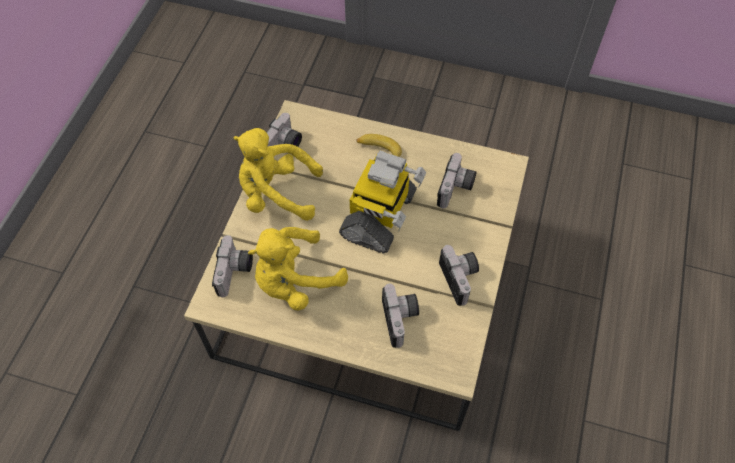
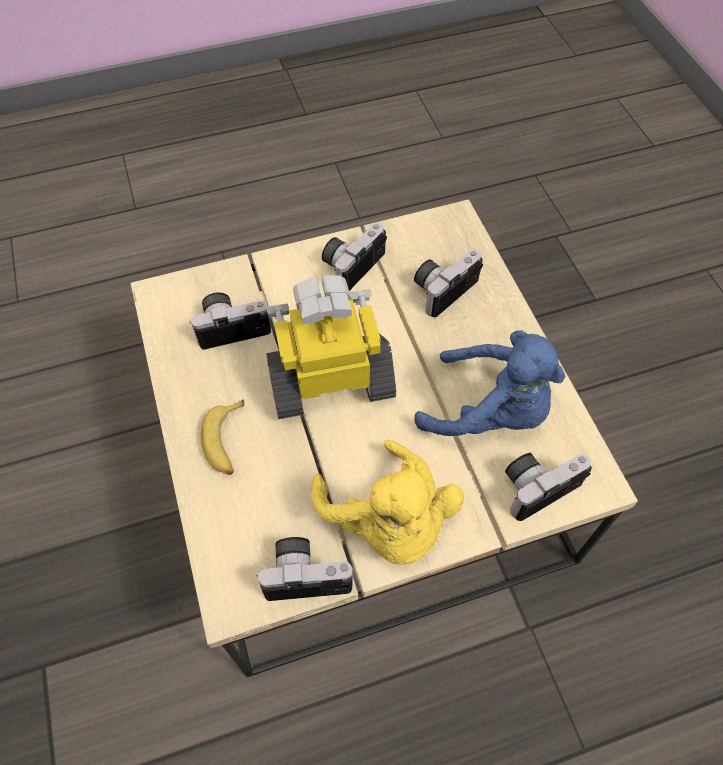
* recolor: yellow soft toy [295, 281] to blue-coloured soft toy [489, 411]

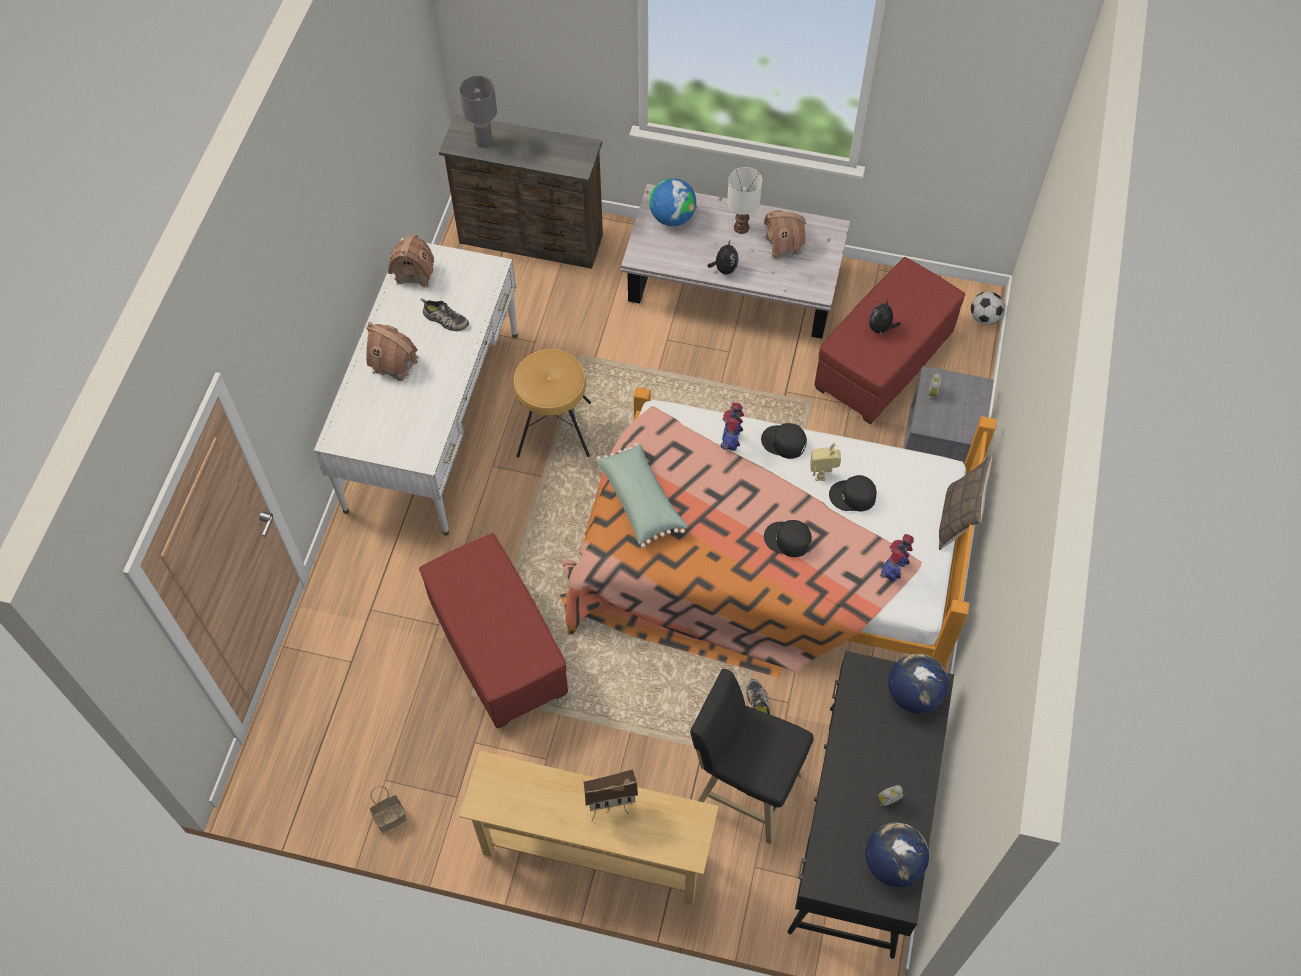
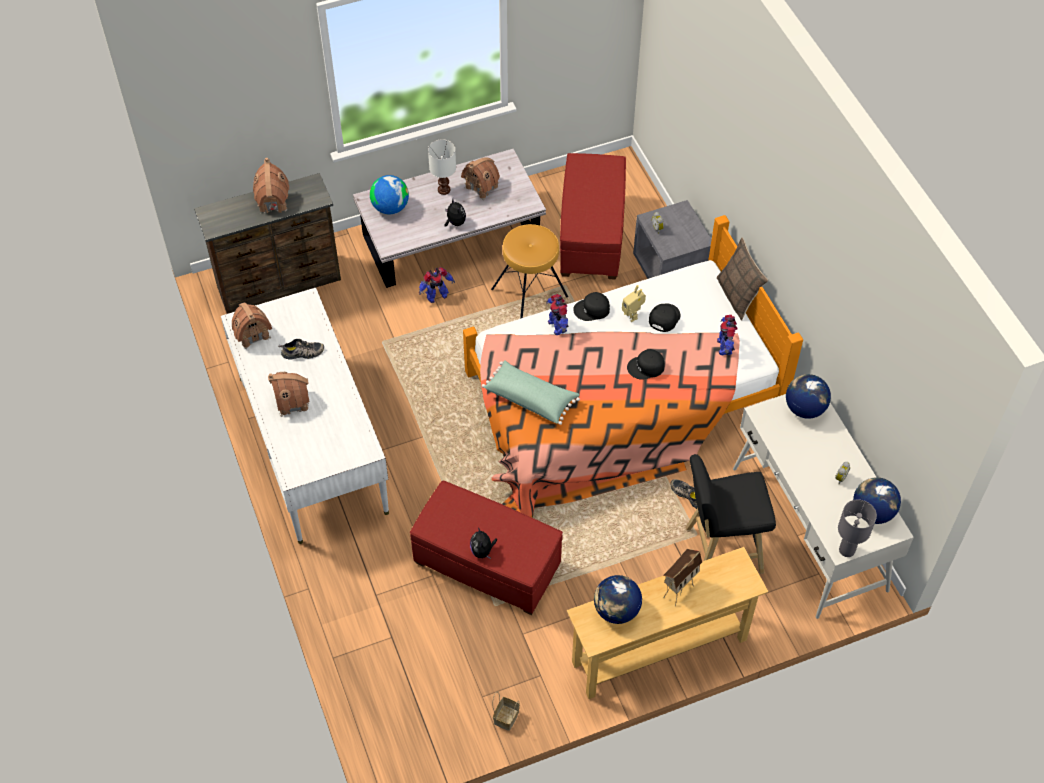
* insert: miniature house [272, 201]
* insert: toy robot [436, 295]
* move: soft toy [880, 328] to [482, 551]
* move: brown-coloured stool [554, 430] to [530, 293]
* insert: globe [616, 610]
* rotate: blackish baseball cap [853, 496] = [663, 318] 150 degrees clockwise
* recolor: blackish desk table [860, 828] to white desk table [808, 528]
* move: gray lamp for a table [484, 141] to [846, 549]
* delete: ball for football [984, 318]

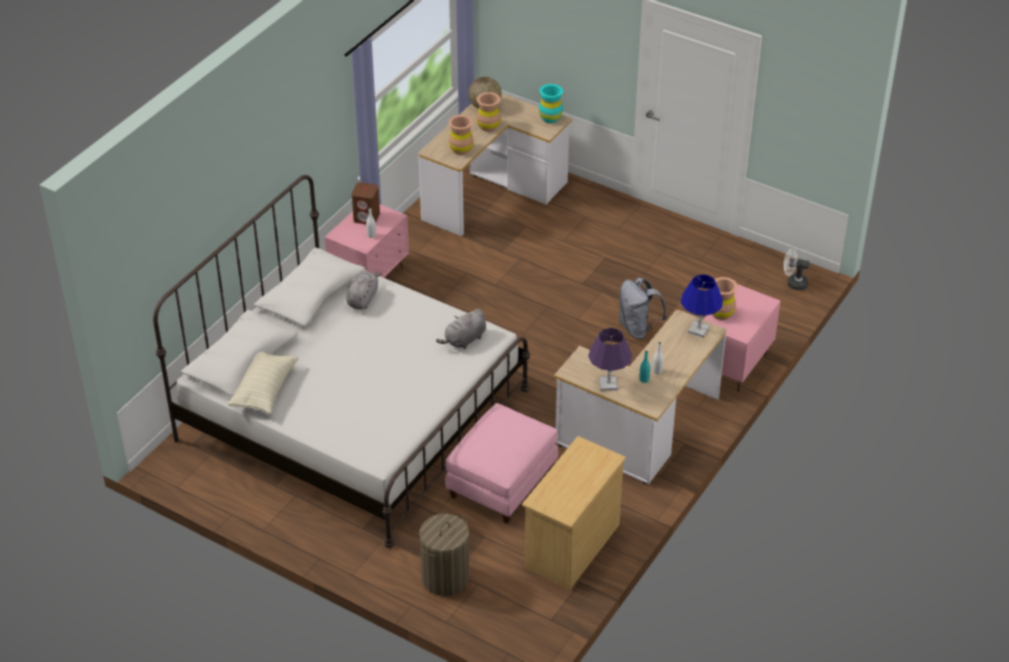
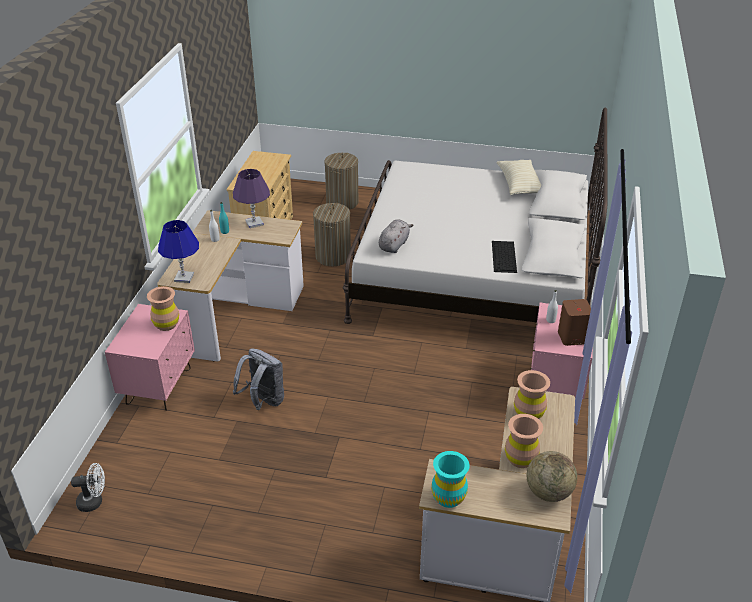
* replace: pink-coloured footrest [501, 482] to washing basket [333, 256]
* replace: gray soft toy [363, 298] to keyboard [504, 257]

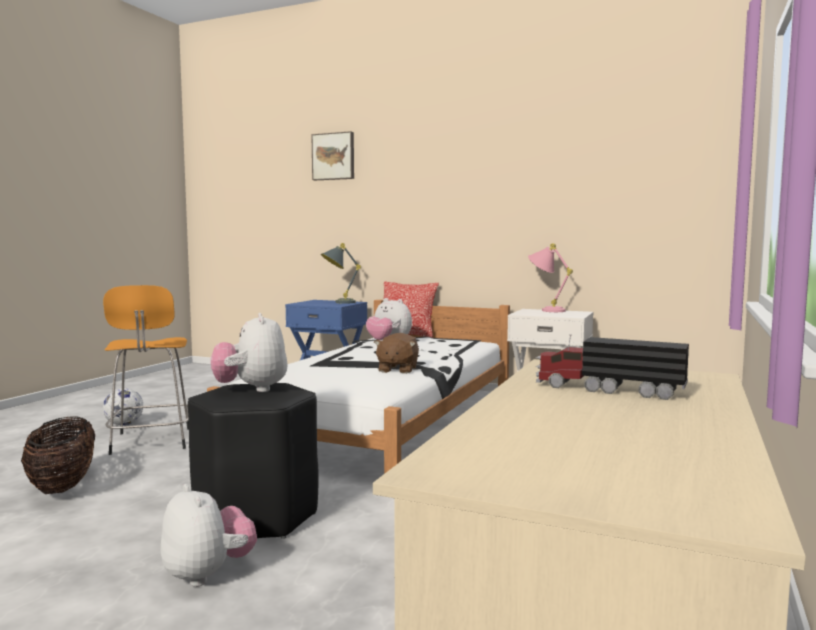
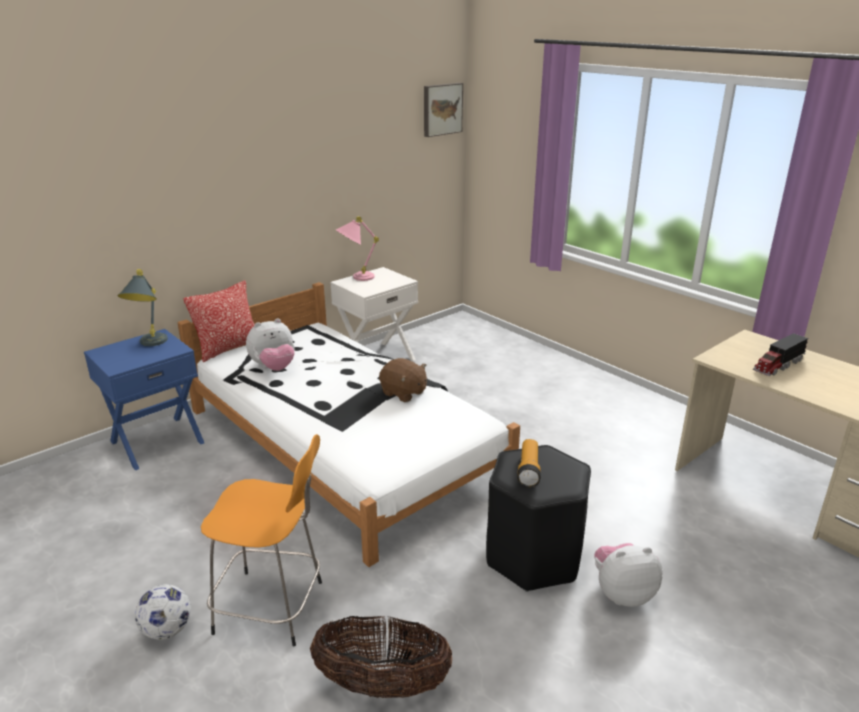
* move: picture [334, 156] to [441, 109]
* replace: soft toy [251, 389] to hand torch [528, 470]

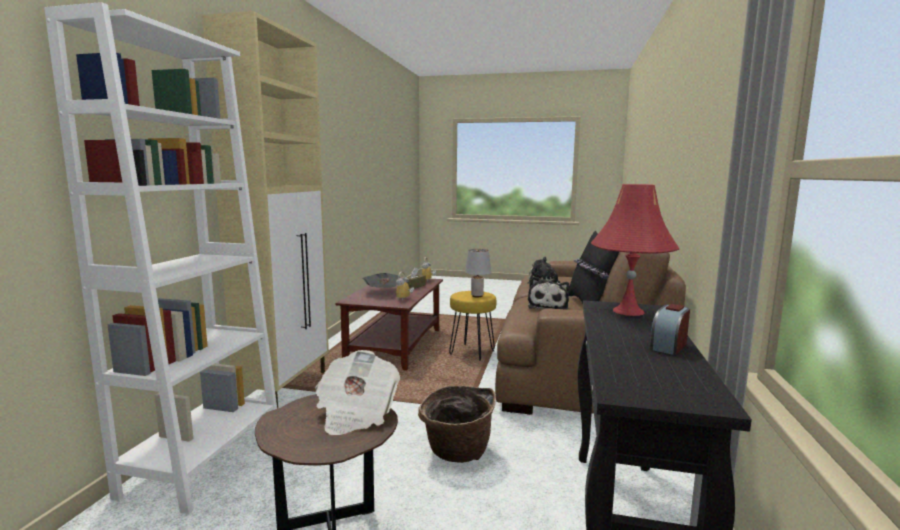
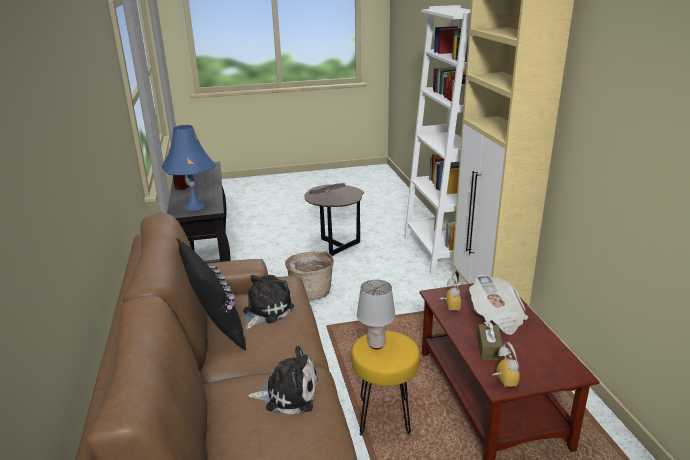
* recolor: reddish lamp for a table [628, 311] to blue-coloured lamp for a table [194, 206]
* rotate: soft toy [548, 306] = [265, 311] 45 degrees clockwise

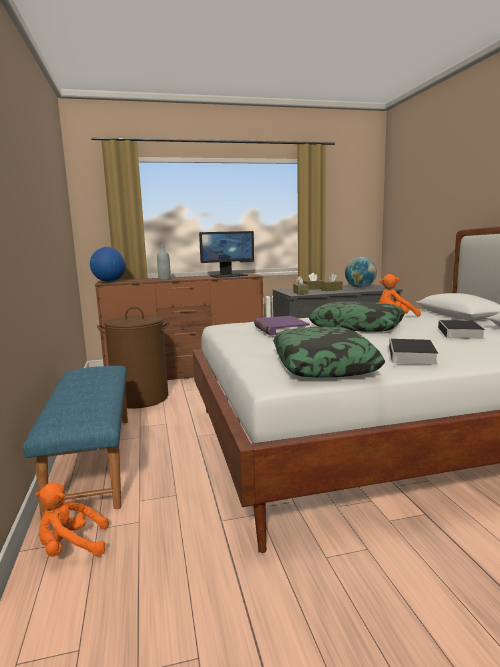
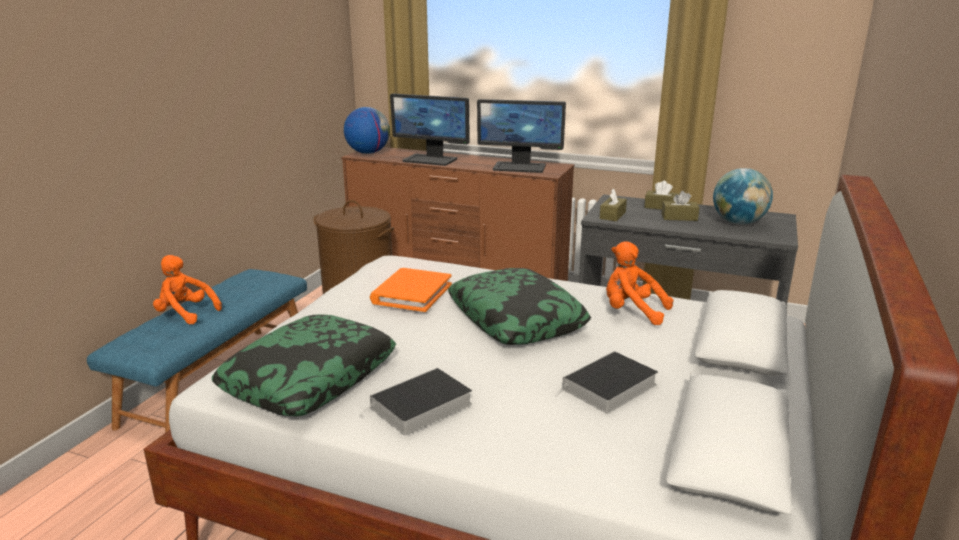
* move: orangey soft toy [71, 548] to [185, 314]
* recolor: purple volume [280, 329] to orangey volume [412, 293]
* replace: gray bottle [164, 279] to monitor [431, 160]

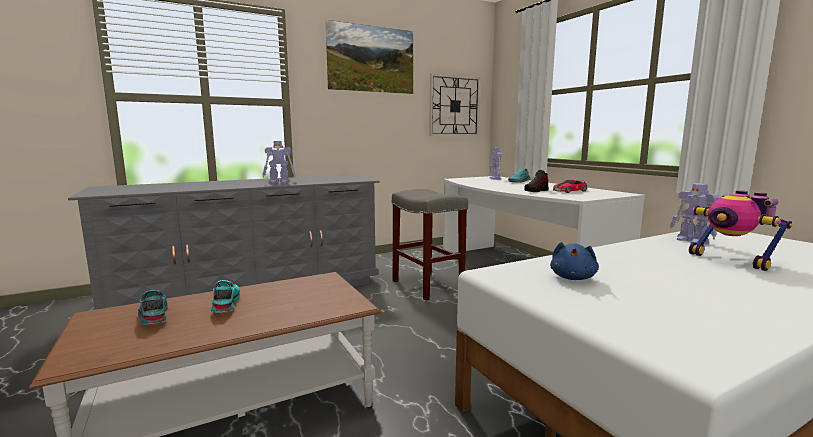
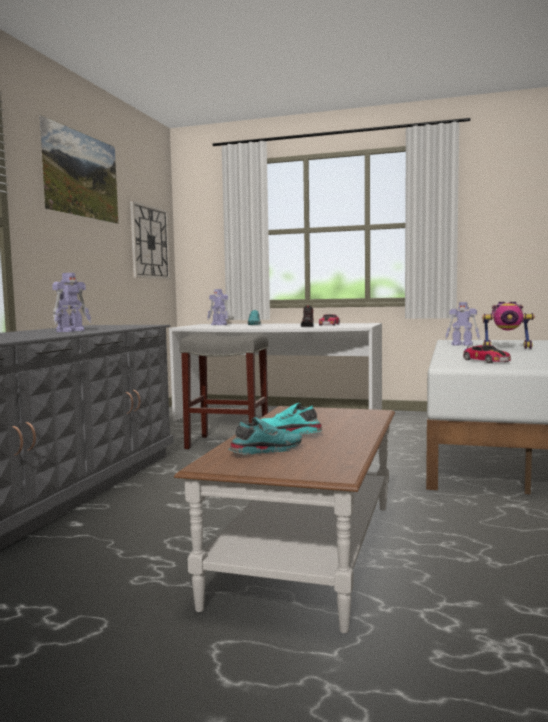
* rotate: turquoise-coloured shoe [153, 316] = [265, 450] 135 degrees clockwise
* replace: blue-coloured soft toy [573, 278] to model car [486, 361]

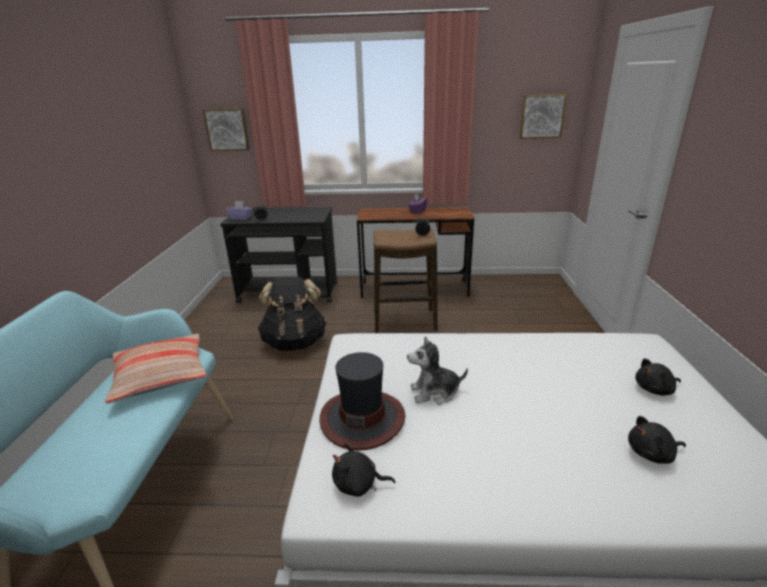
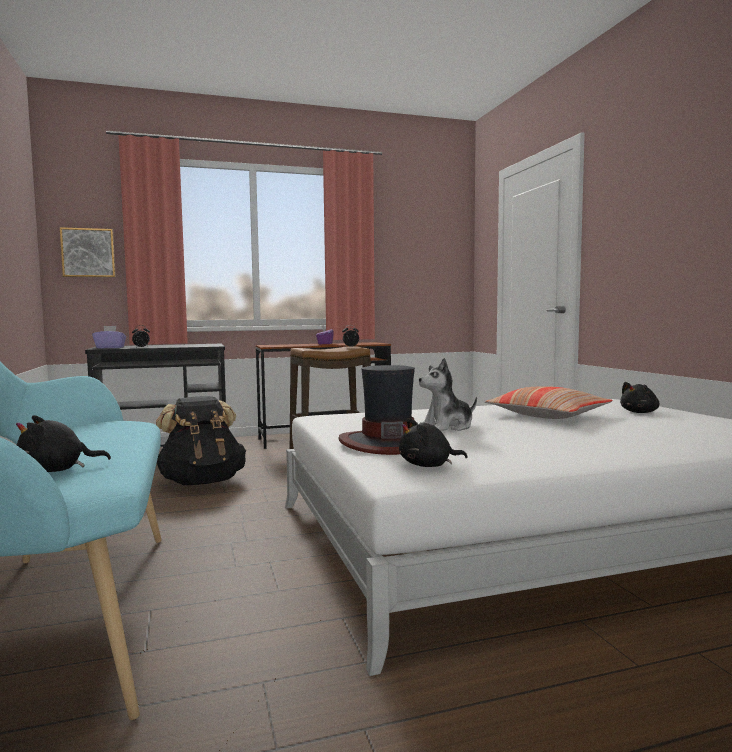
* move: blackish soft toy [652, 454] to [57, 470]
* move: cushion [160, 375] to [548, 415]
* delete: picture [541, 116]

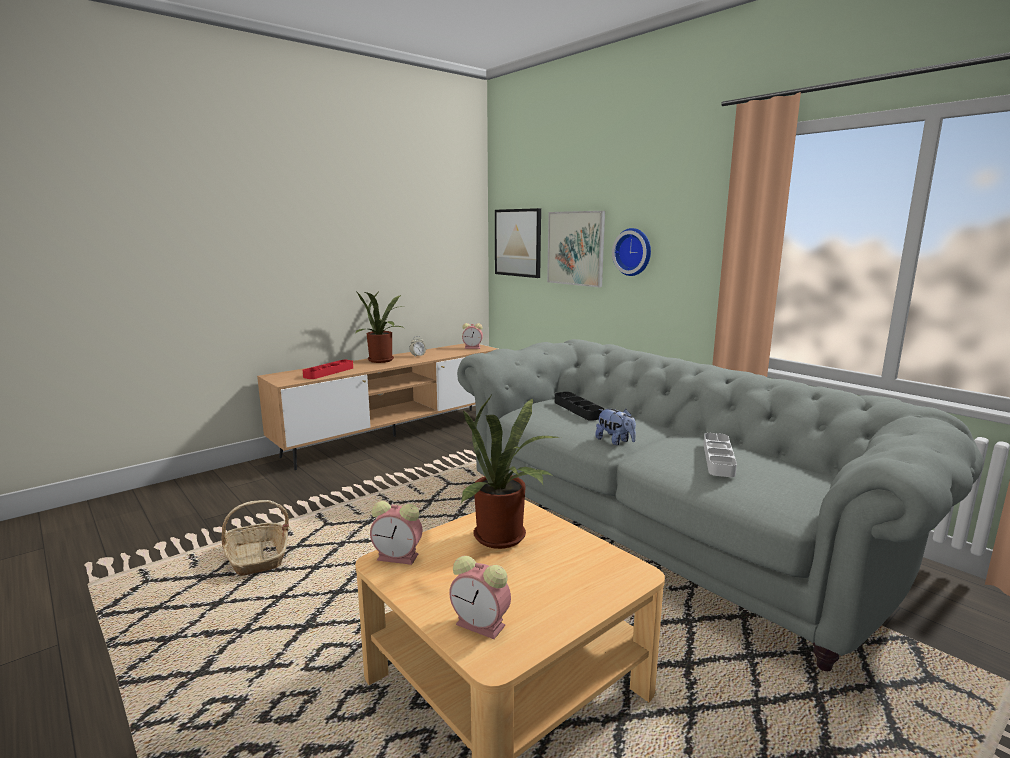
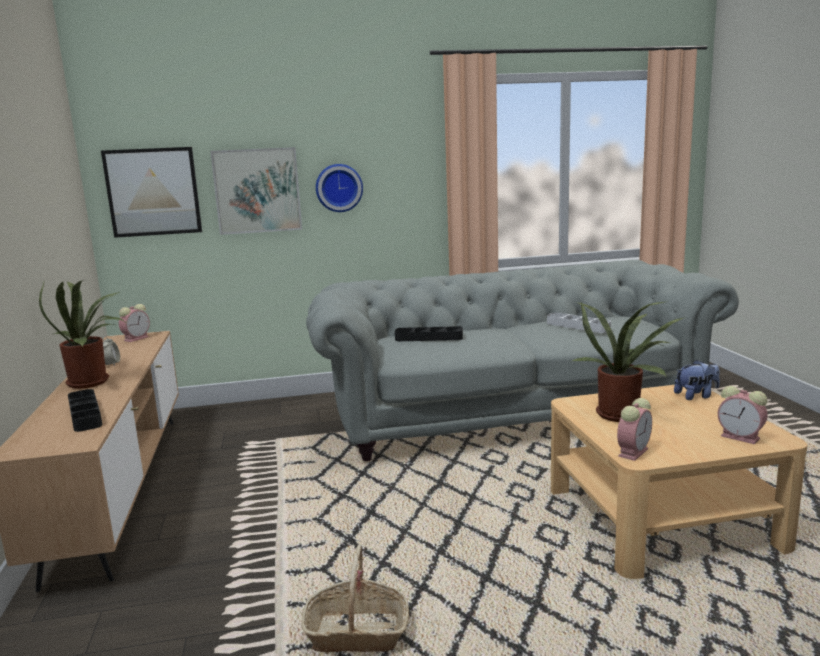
* recolor: reddish tray [329, 372] to blackish tray [85, 414]
* move: soft toy [615, 441] to [696, 396]
* rotate: bedside clock [482, 625] = [742, 437] 75 degrees clockwise

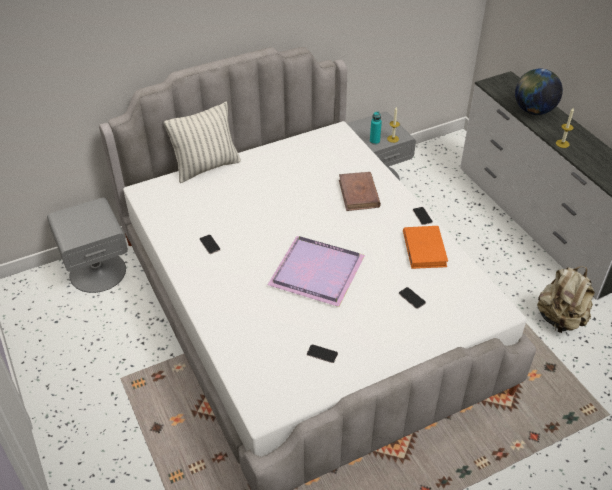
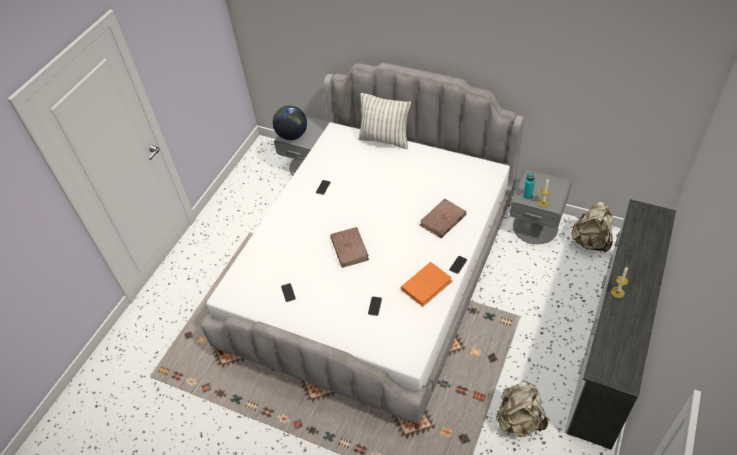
* move: globe [533, 110] to [292, 135]
* replace: purple tray [317, 273] to brown-coloured volume [349, 248]
* insert: sand-coloured rucksack [590, 241]

